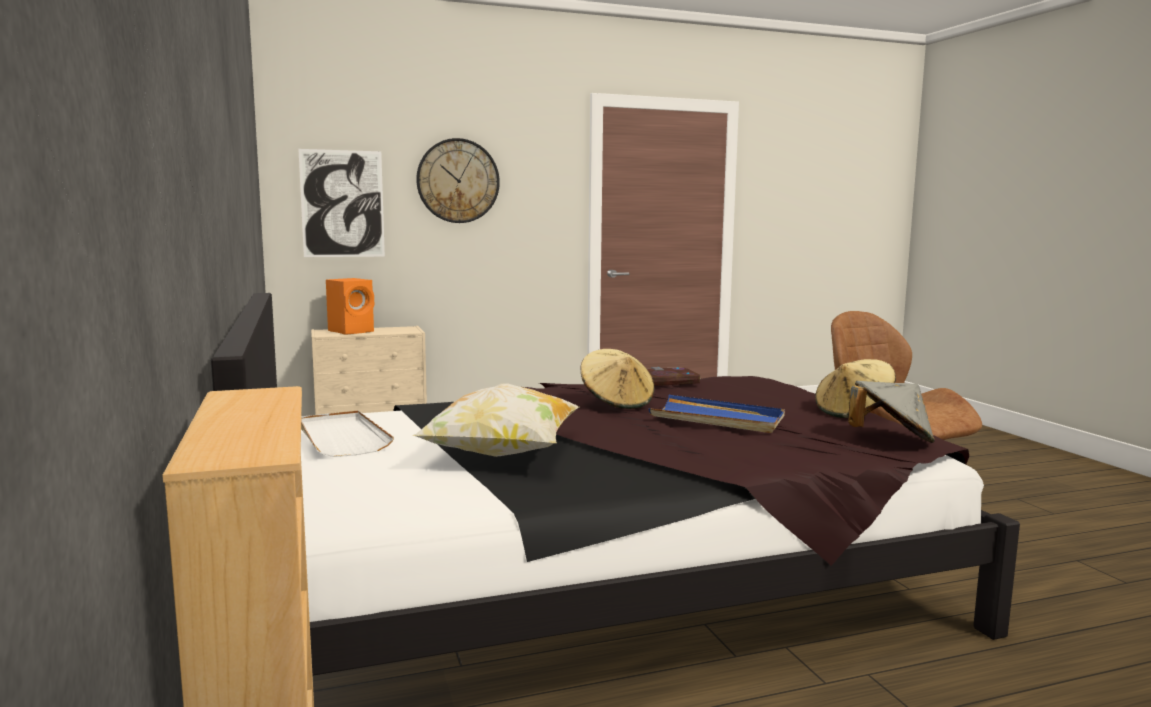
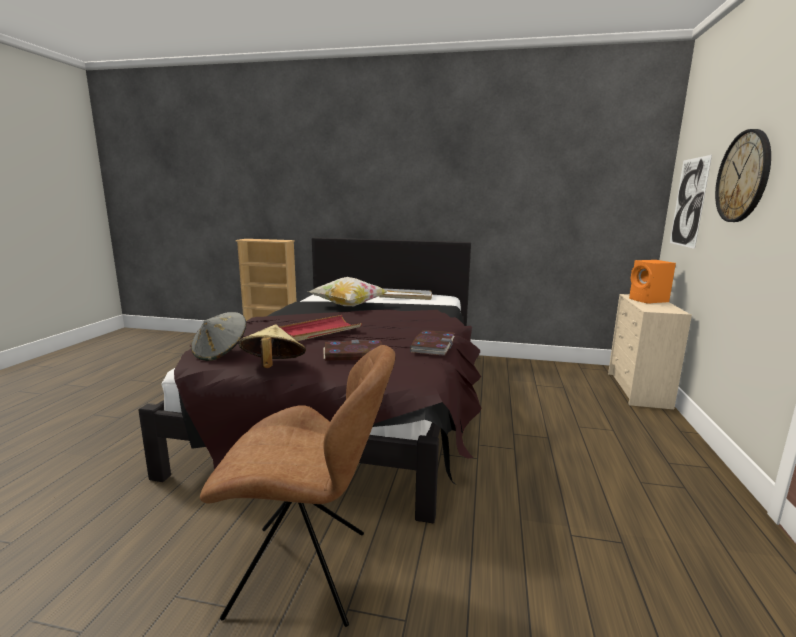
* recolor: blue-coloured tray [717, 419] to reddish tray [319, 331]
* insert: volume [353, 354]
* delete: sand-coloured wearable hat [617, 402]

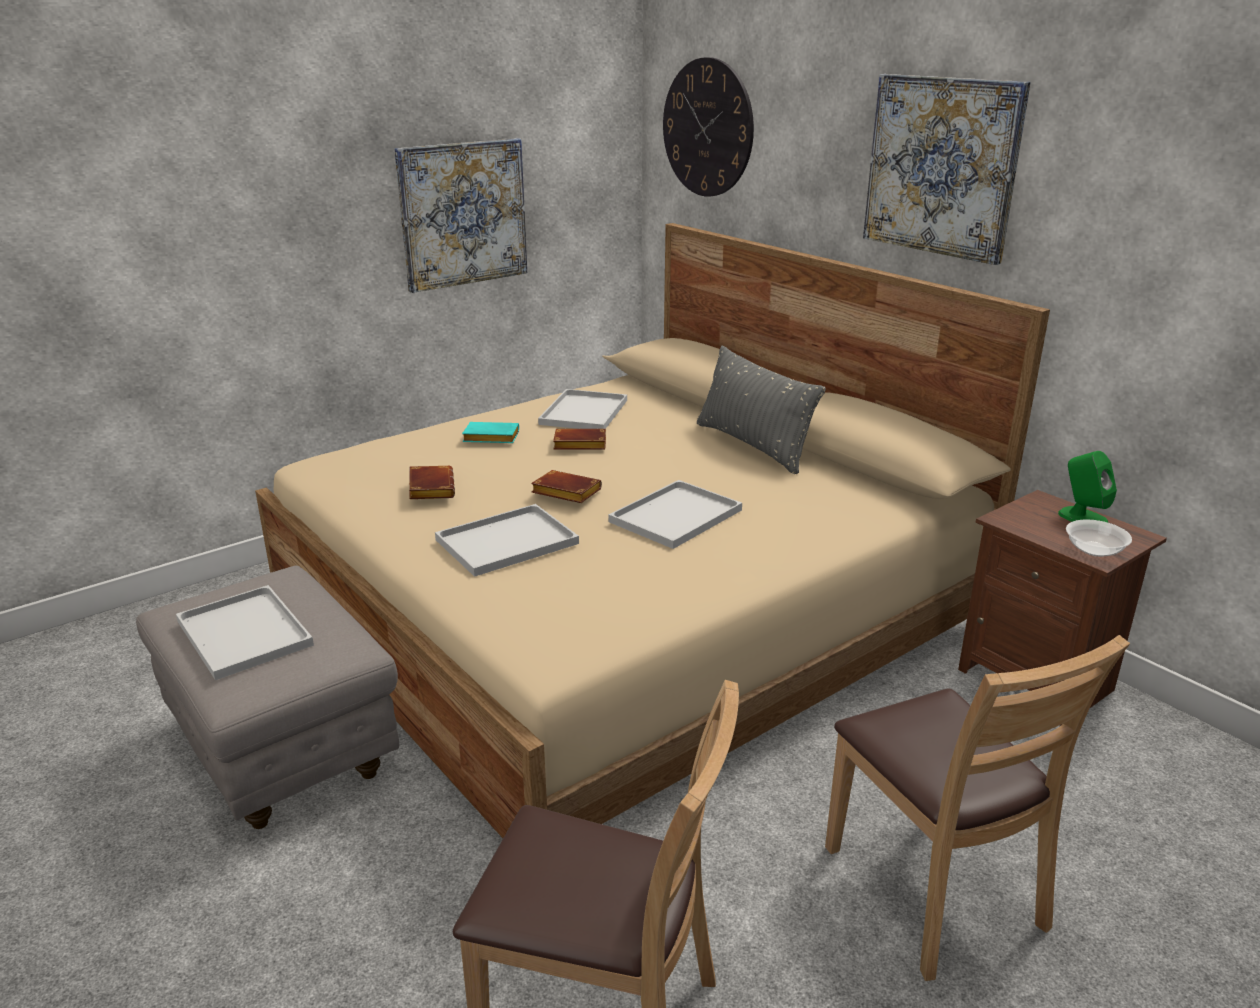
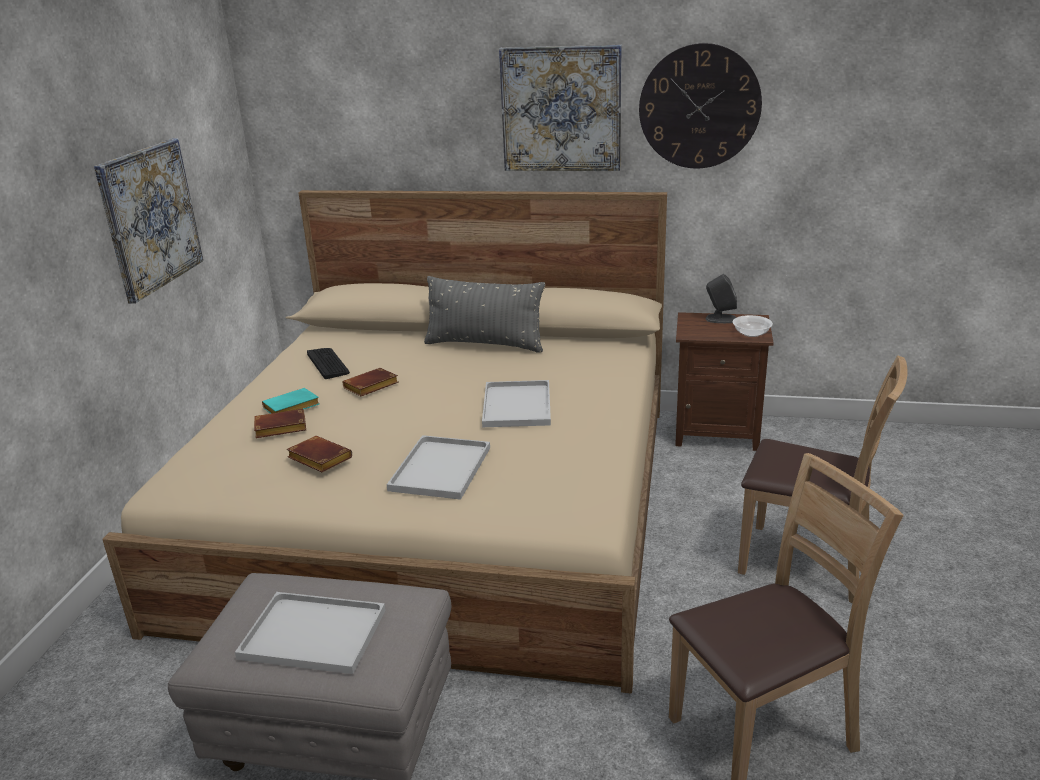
* move: brown-coloured volume [564, 493] to [279, 429]
* replace: white tray [583, 411] to keyboard [328, 363]
* move: clock on the wall [707, 128] to [699, 107]
* recolor: green audio speaker [1082, 517] to gray audio speaker [720, 319]

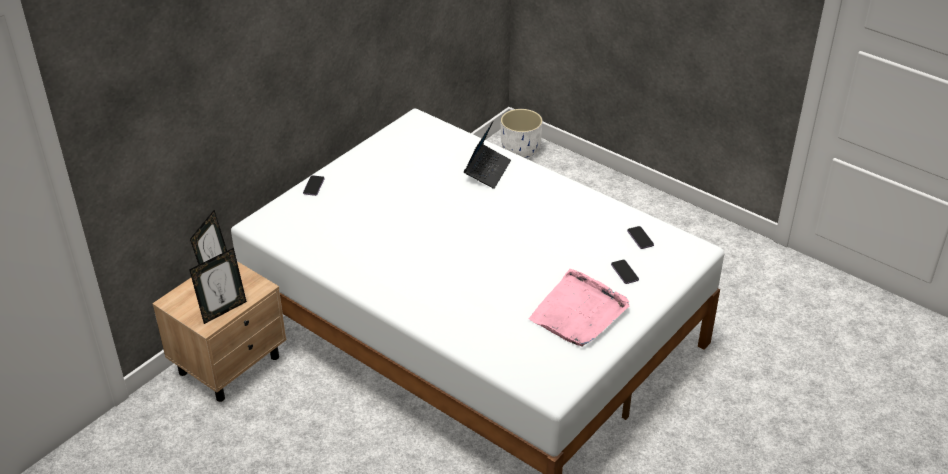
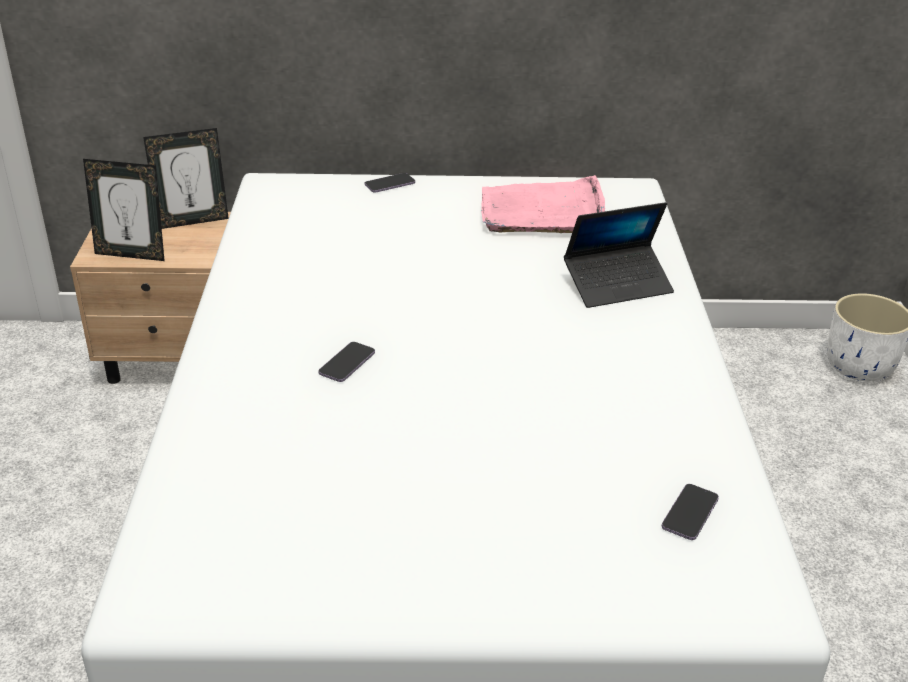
* move: phone [624, 272] to [347, 363]
* move: pink-coloured tray [579, 312] to [542, 211]

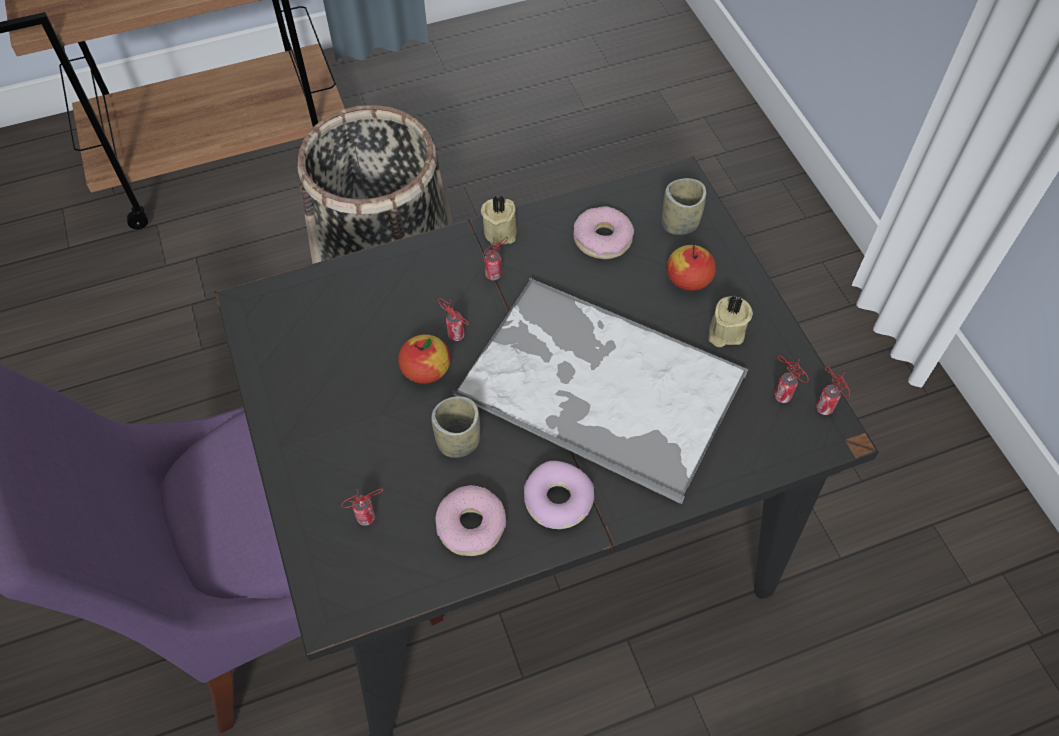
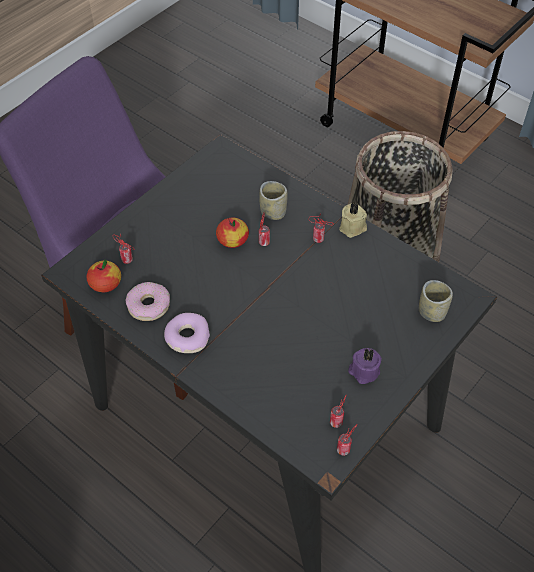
* move: apple [688, 278] to [105, 284]
* move: small cup [458, 441] to [273, 212]
* recolor: sand-coloured wax candle [725, 332] to purple wax candle [363, 371]
* delete: tray [598, 386]
* delete: ring doughnut [602, 239]

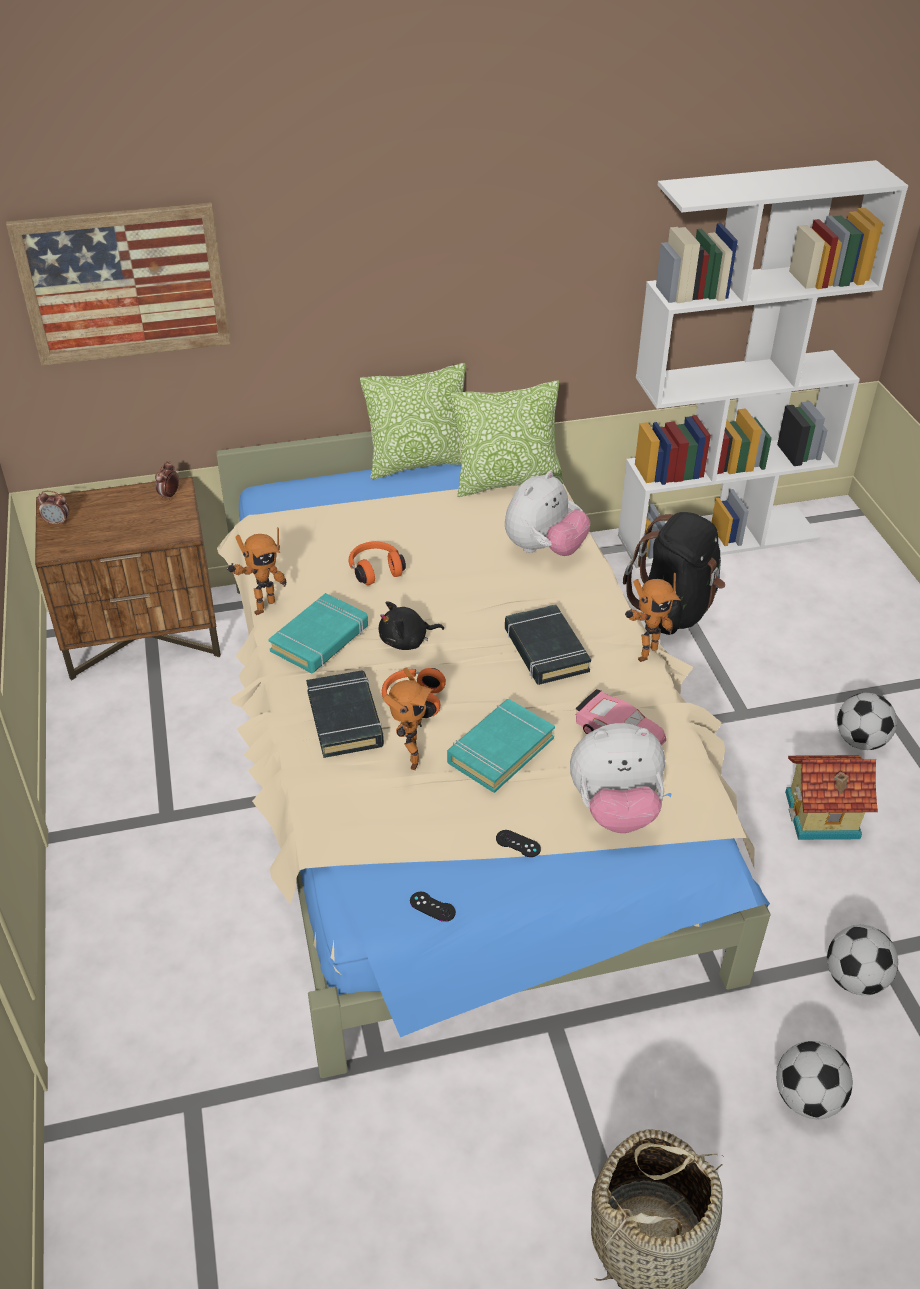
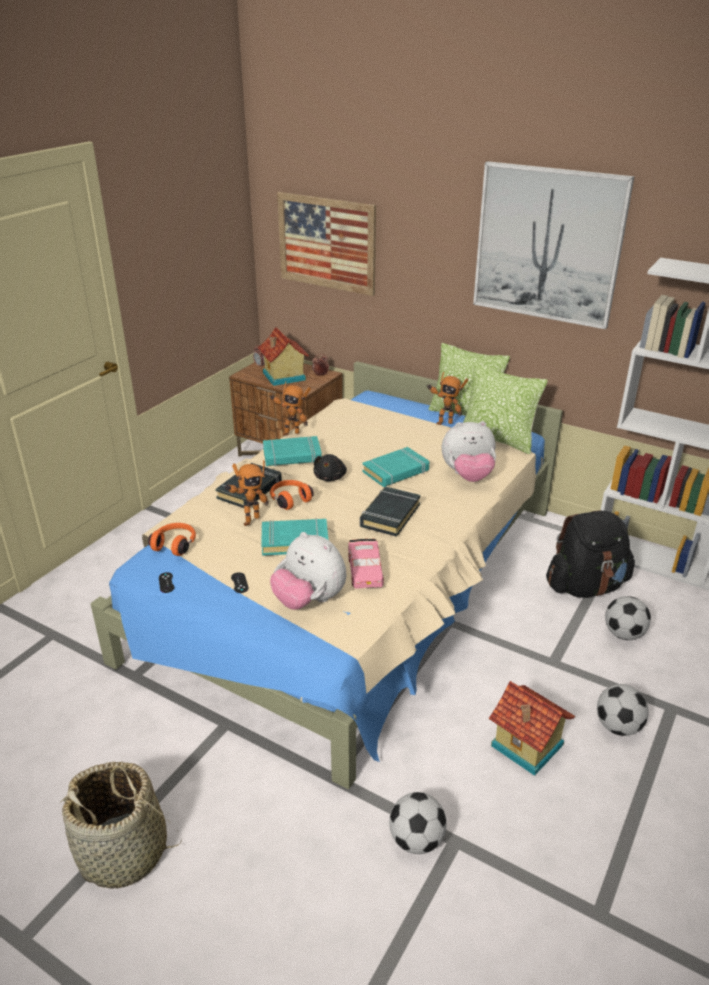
* move: orangey headphones [375, 570] to [175, 545]
* insert: miniature house [283, 376]
* rotate: blackish soft toy [406, 641] = [330, 477] 105 degrees counterclockwise
* insert: turquoise-coloured volume [396, 471]
* move: toy robot [644, 652] to [444, 422]
* insert: picture [548, 245]
* move: ball for football [807, 1097] to [624, 634]

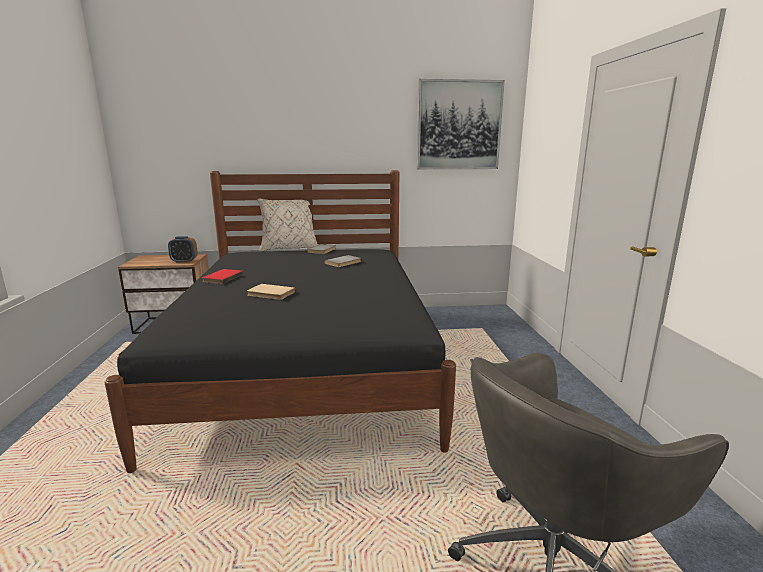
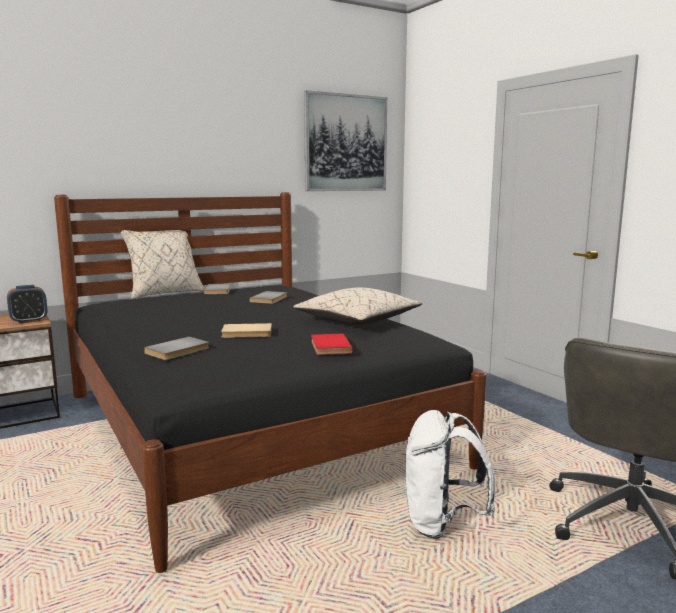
* insert: gray volume [179, 351]
* insert: sand-coloured cushion [357, 321]
* move: reddish volume [222, 278] to [328, 346]
* insert: white rucksack [442, 524]

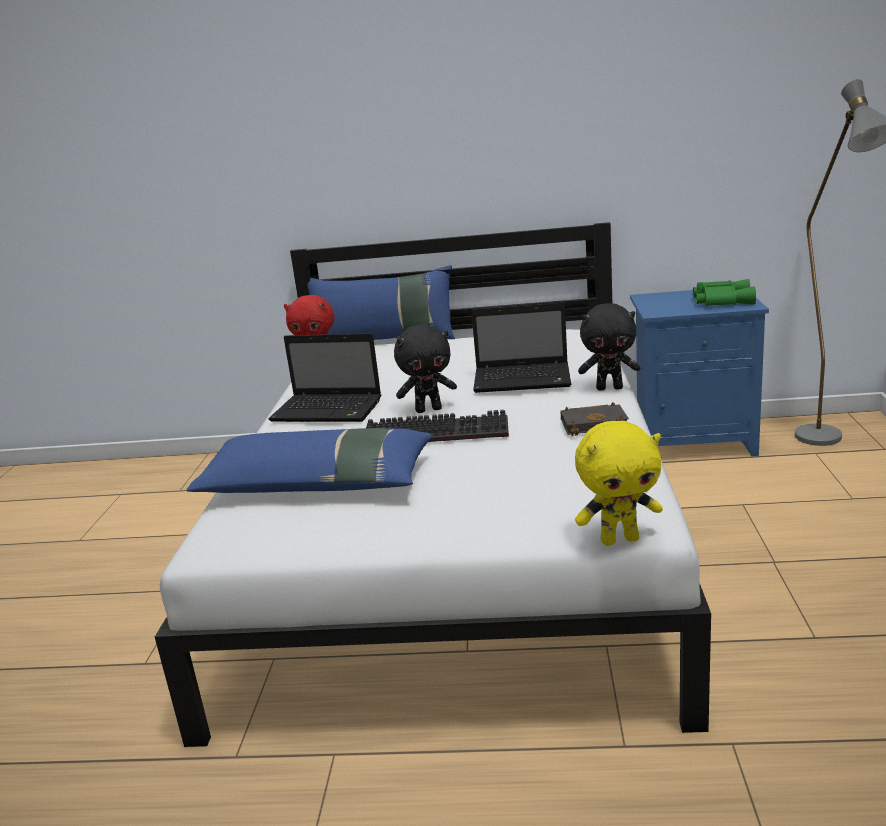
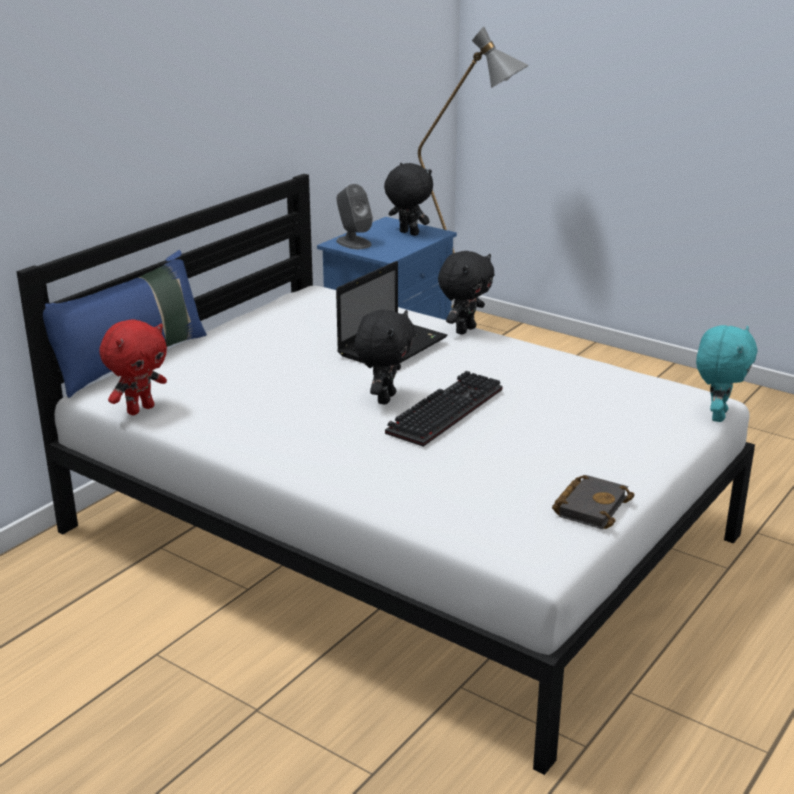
* insert: gray audio speaker [353, 243]
* replace: green binoculars [721, 301] to blackish soft toy [408, 233]
* move: blackish volume [595, 424] to [590, 506]
* recolor: yellow soft toy [619, 539] to turquoise-coloured soft toy [716, 415]
* delete: blue-coloured cushion [317, 484]
* delete: notebook computer [329, 410]

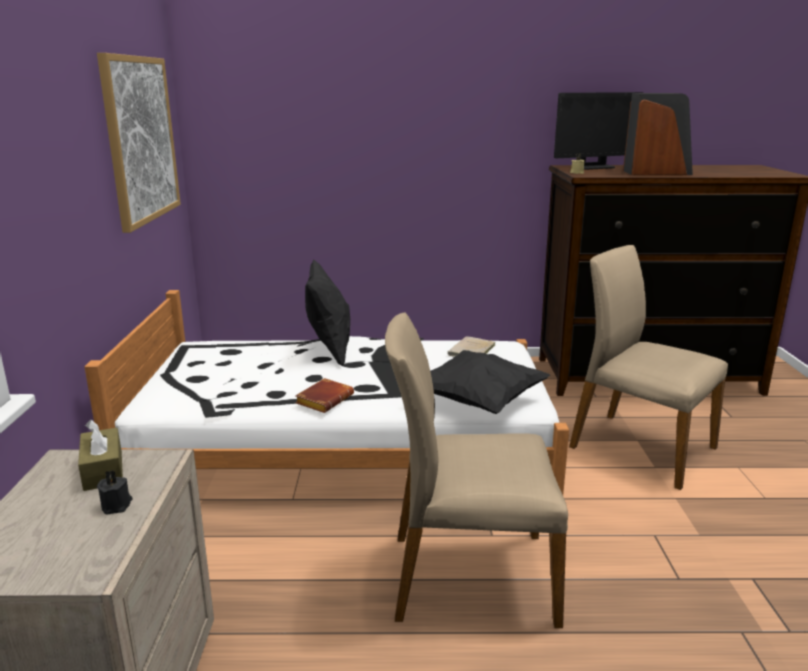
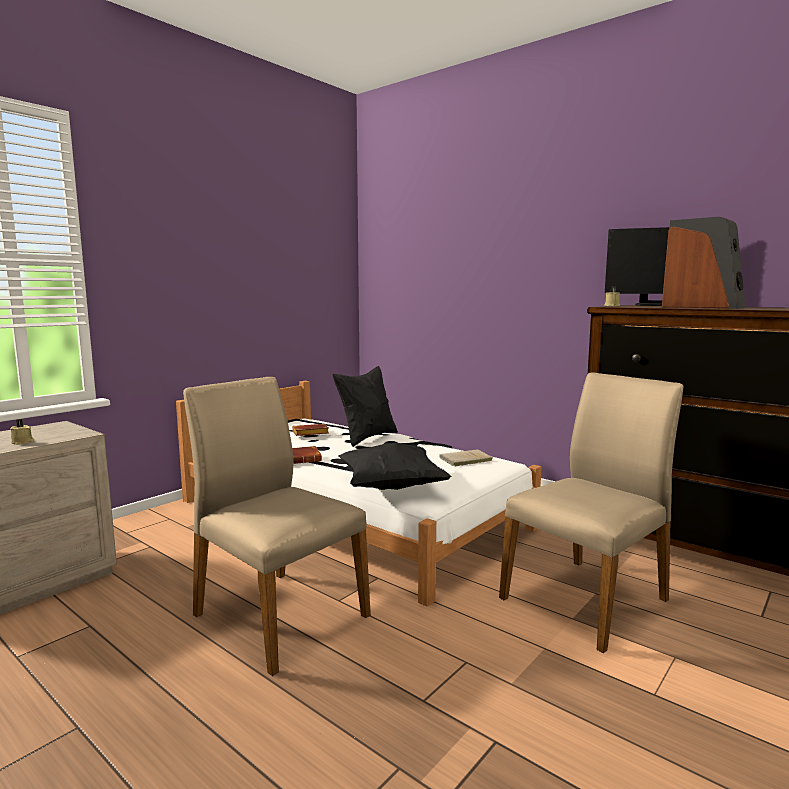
* recolor: blackish wax candle [117, 505] to sand-coloured wax candle [23, 442]
* insert: brown-coloured volume [309, 434]
* rotate: sand-coloured plain chair [640, 447] = [587, 599] 60 degrees clockwise
* delete: brown-coloured tissue holder [103, 470]
* delete: picture [140, 139]

